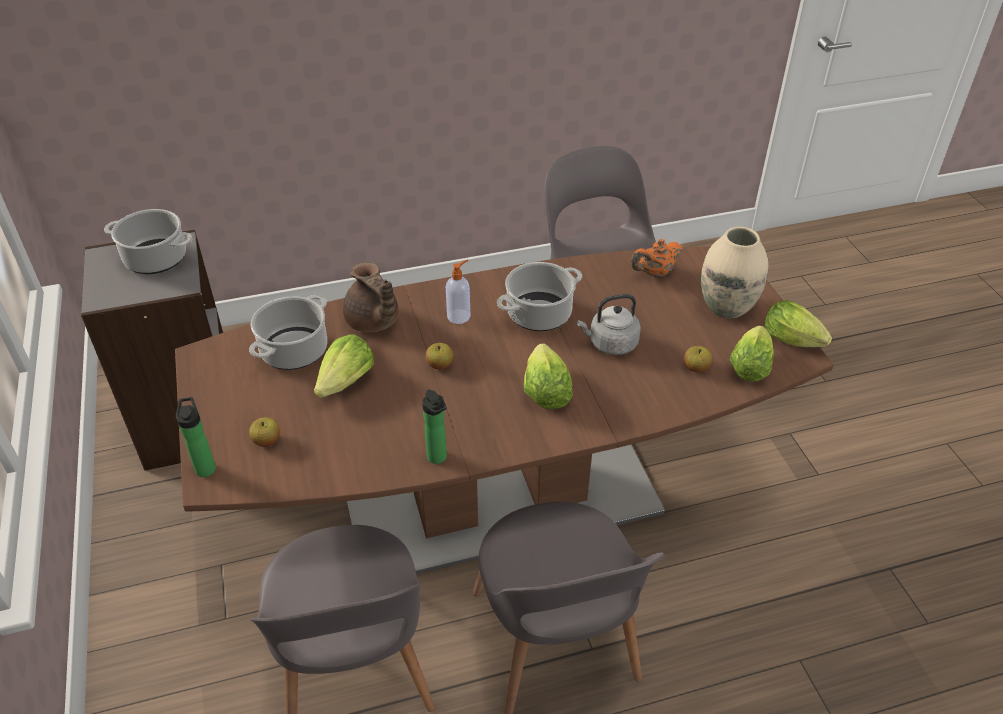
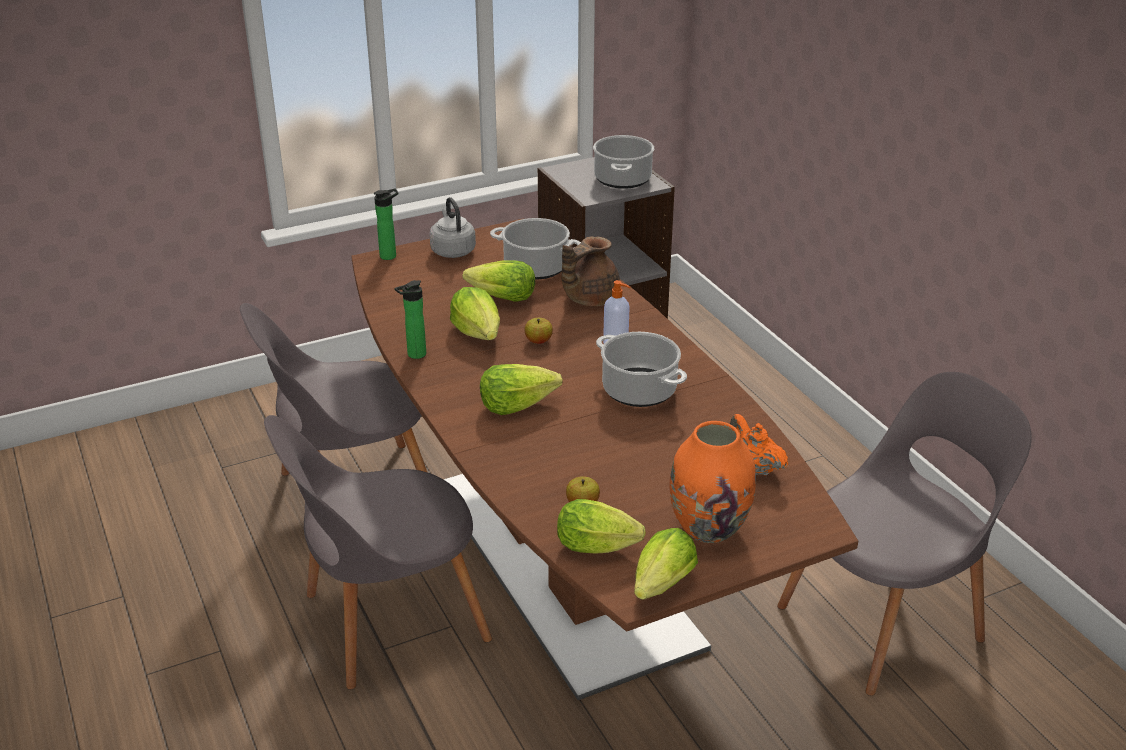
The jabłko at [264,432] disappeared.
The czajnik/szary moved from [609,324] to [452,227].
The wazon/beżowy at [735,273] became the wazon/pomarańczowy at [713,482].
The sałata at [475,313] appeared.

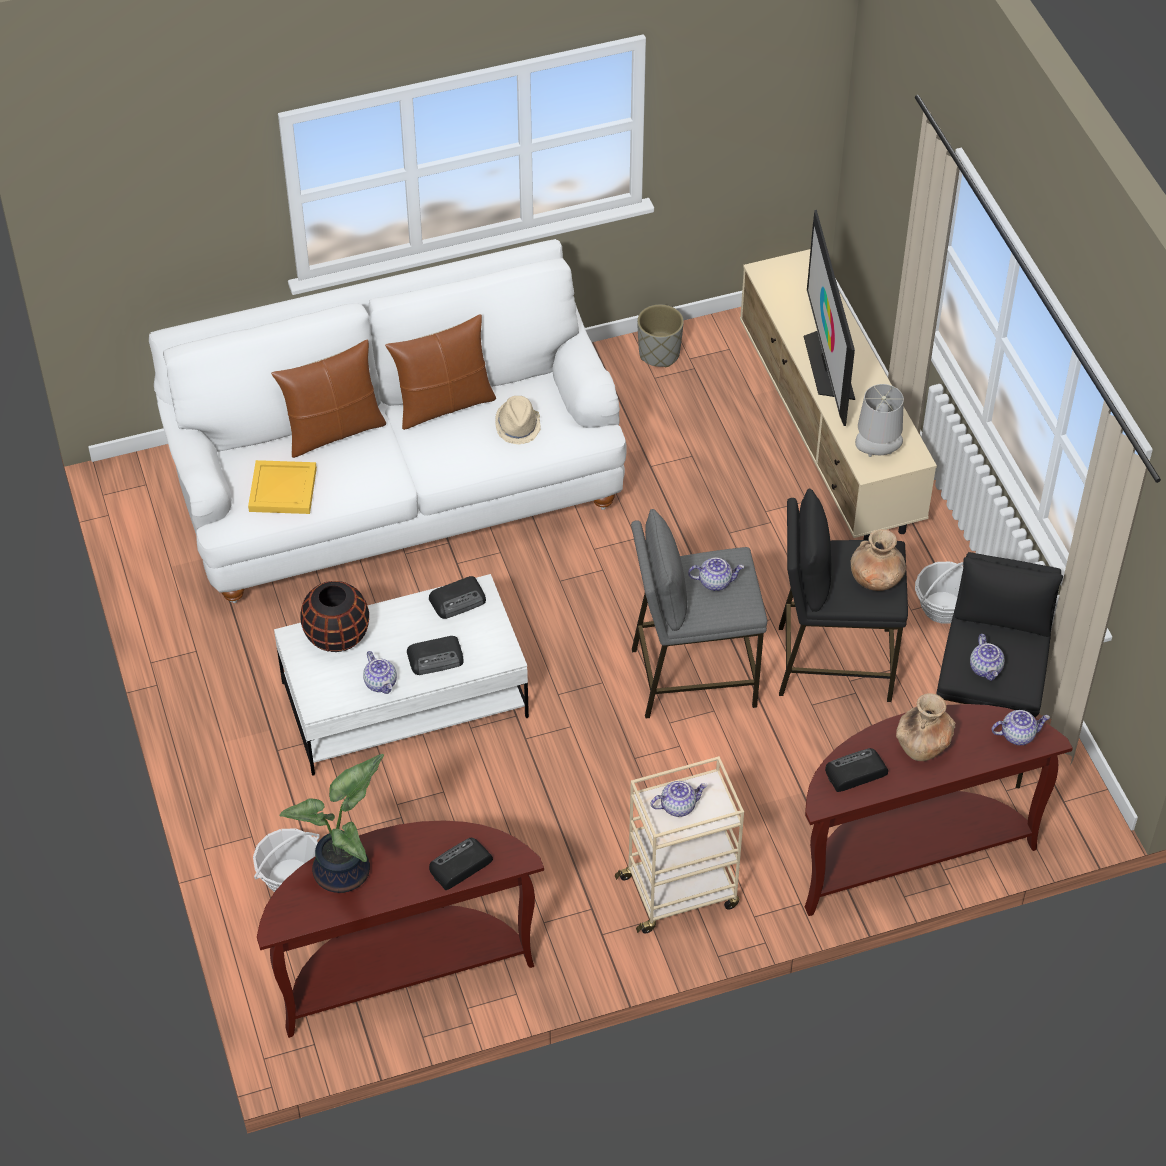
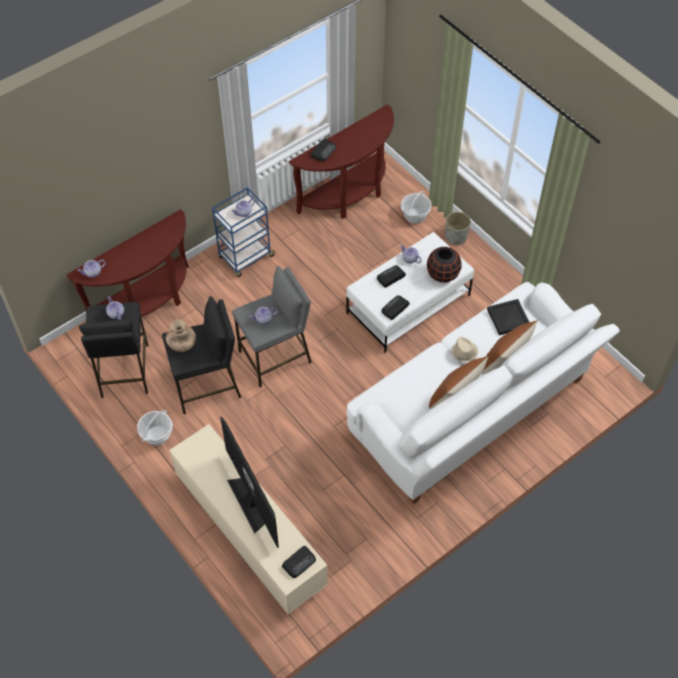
The taca/żółty at [282,487] became the taca/czarny at [508,317].
The roślina doniczkowa at [331,823] disappeared.
The kapelusz/beżowy moved from [518,420] to [464,349].
The wózek/beżowy at [679,845] became the wózek/niebieski at [243,232].
The donica/szary moved from [660,336] to [458,228].
The radio moved from [856,770] to [299,562].
The lampa stołowa/szary at [879,420] disappeared.
The wazon/brązowy at [925,727] disappeared.

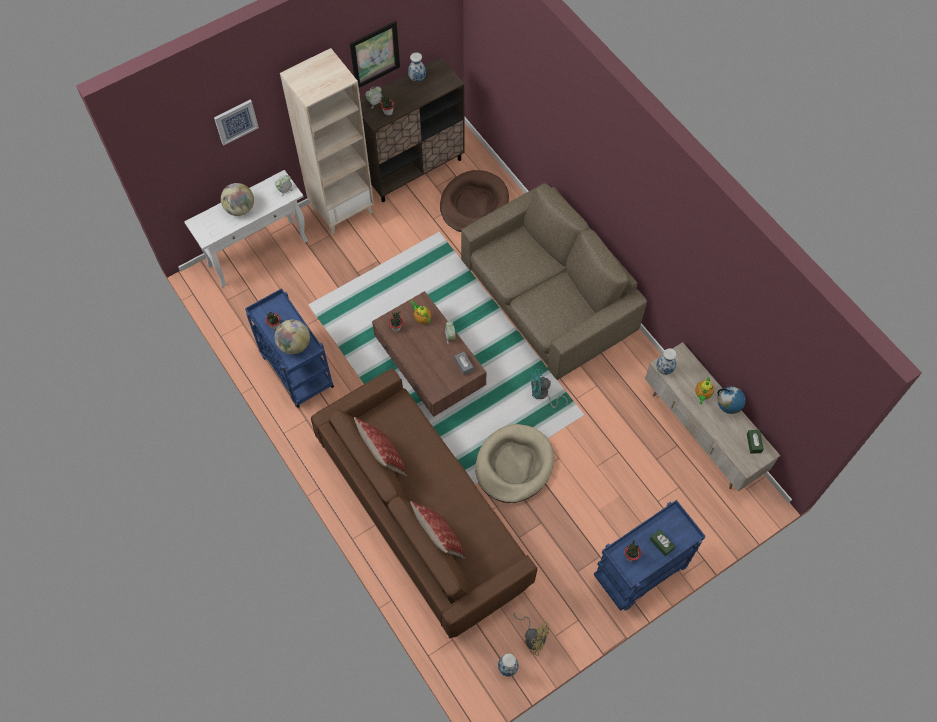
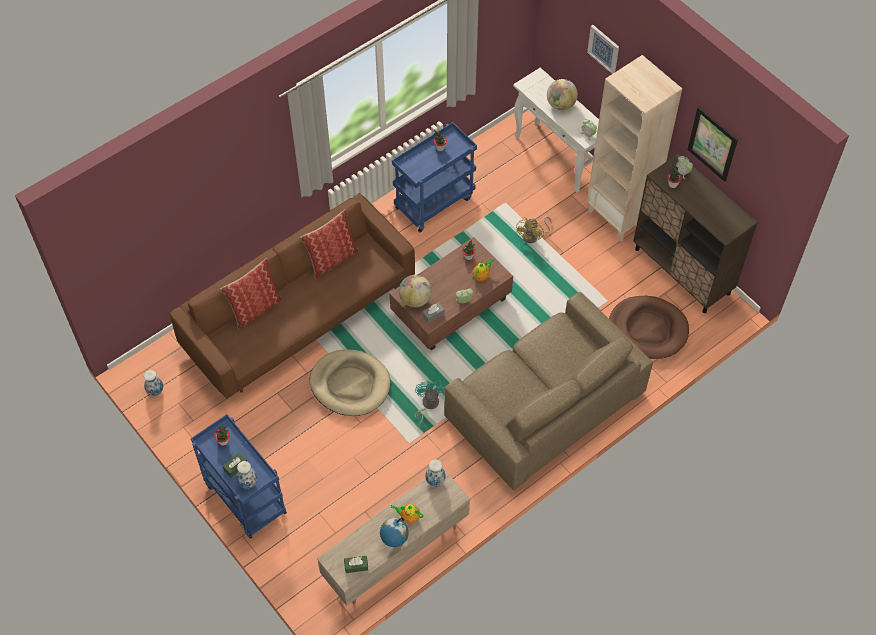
The globus moved from [292,337] to [415,291].
The wazon moved from [417,67] to [246,475].
The wentylator/żółty moved from [531,634] to [534,230].

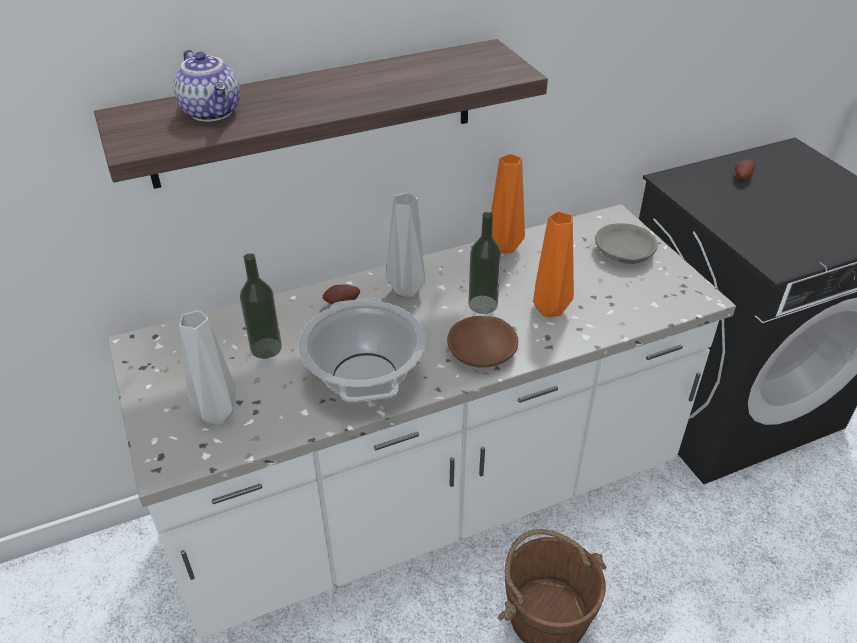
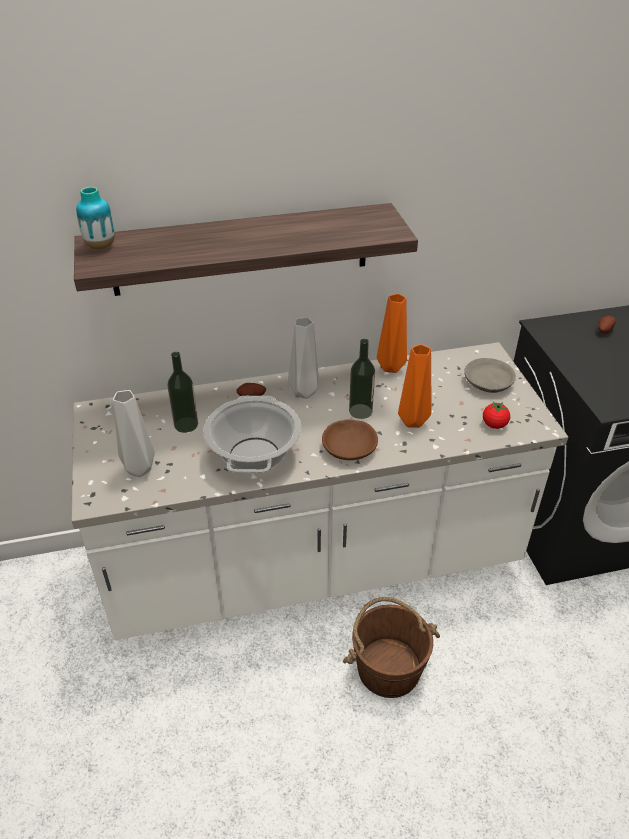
The imbryk at [206,86] disappeared.
The wazon at [95,218] appeared.
The pomidor at [496,415] appeared.

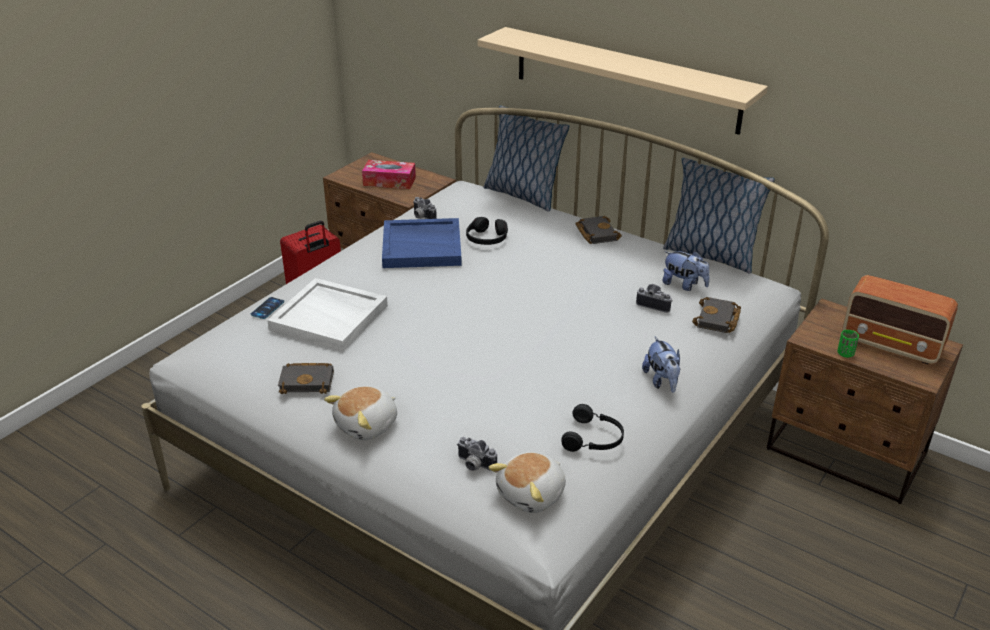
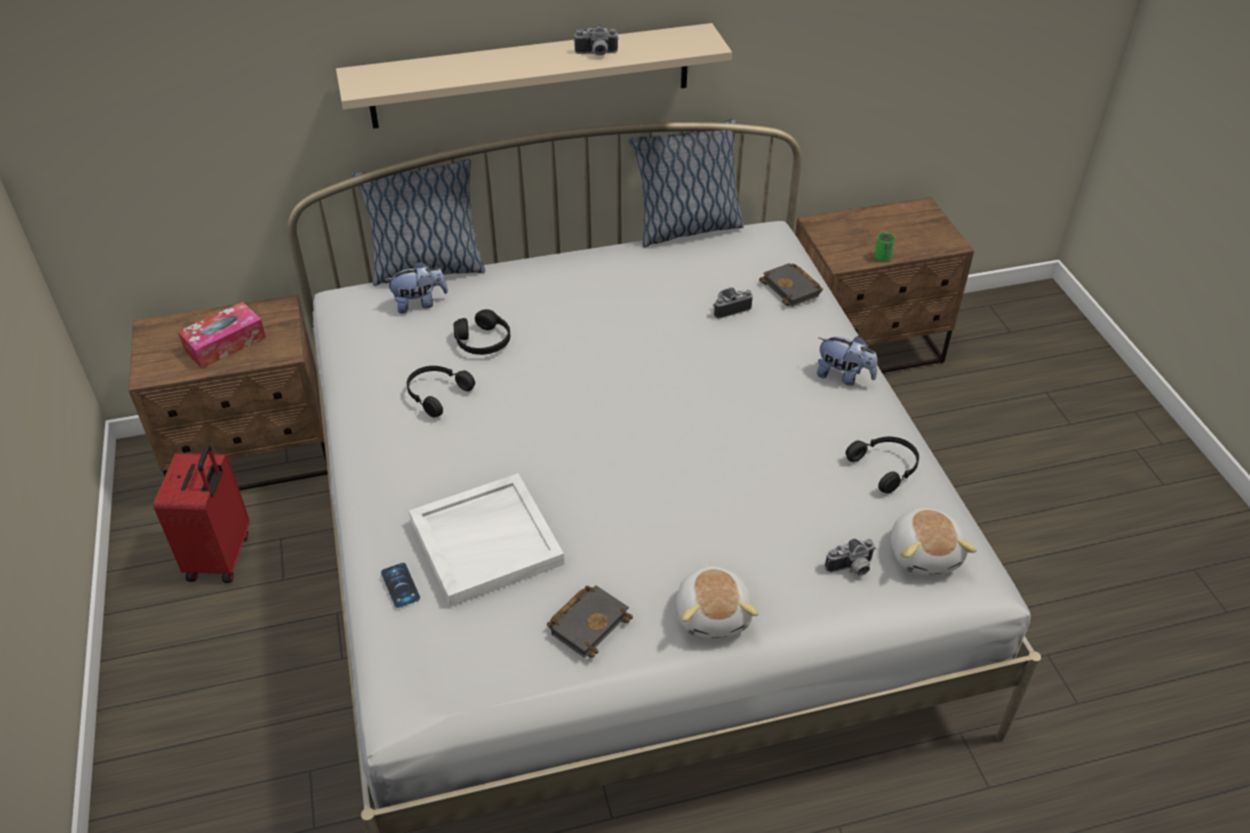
The taca/niebieski at [422,243] was replaced by the słuchawki/czarny at [441,392].
The aparat fotograficzny moved from [425,208] to [596,40].
The książka/czarny at [598,230] disappeared.
The pluszak moved from [686,271] to [416,287].
The radio at [900,319] disappeared.

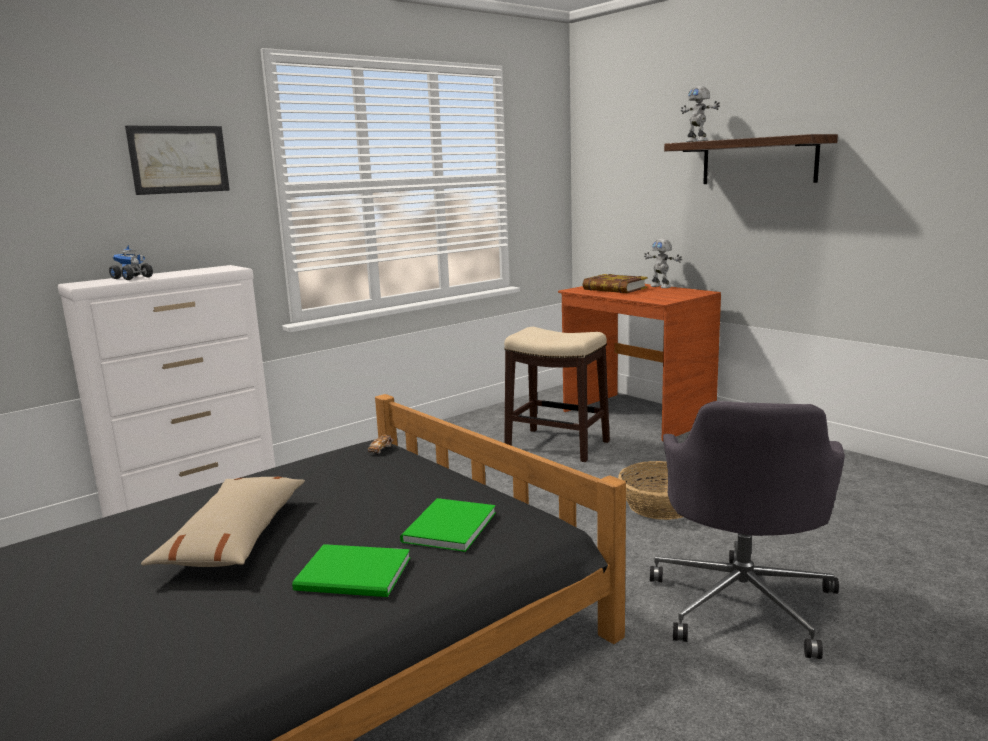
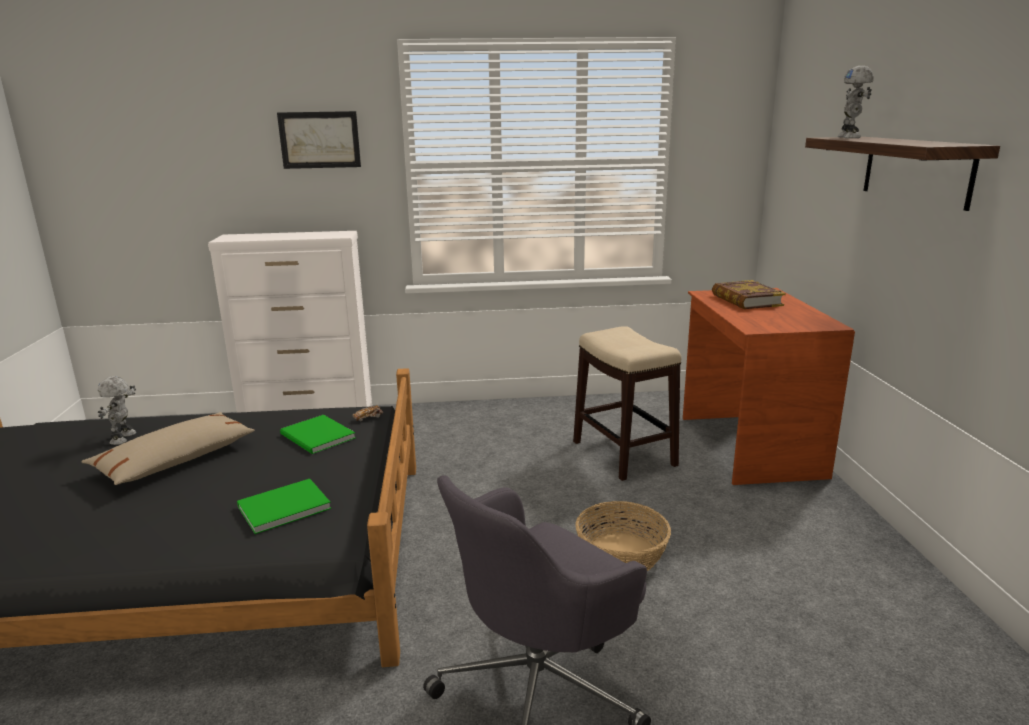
The ciężarówka zabawkowa at [131,262] disappeared.
The książka/zielony moved from [351,570] to [318,434].
The robot zabawkowy moved from [663,263] to [117,410].

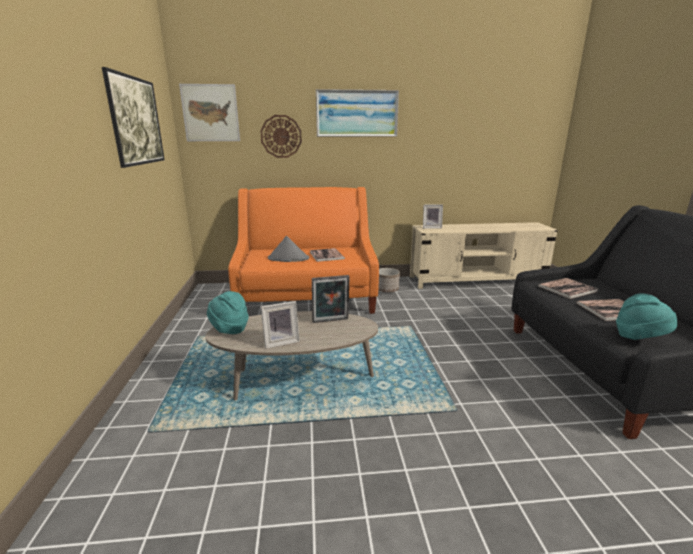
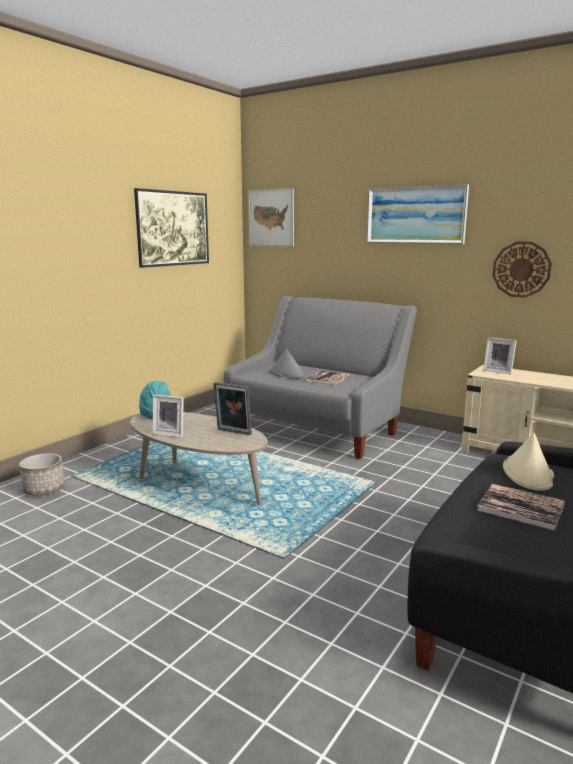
The kanapa/pomarańczowy at [303,250] became the kanapa/szary at [320,377].
The zegar ścienny moved from [281,136] to [522,270].
The donica moved from [389,280] to [42,474].
The książka at [568,288] was replaced by the kapelusz/beżowy at [528,462].
The kapelusz/turkusowy at [647,316] disappeared.

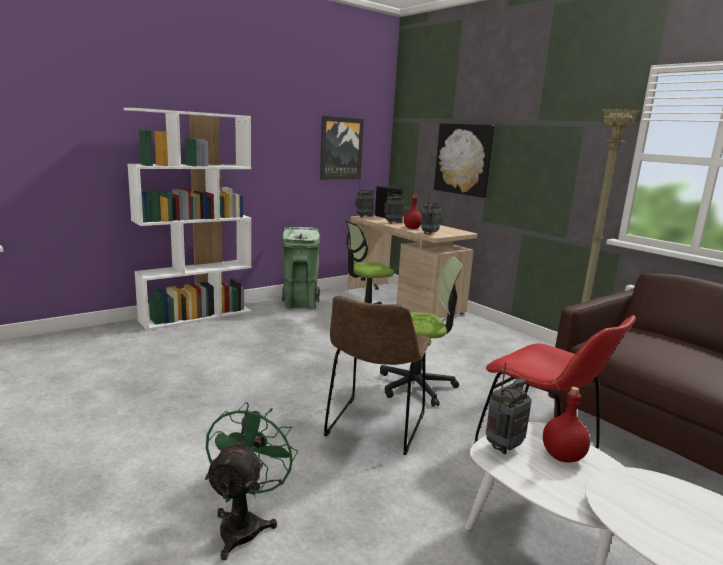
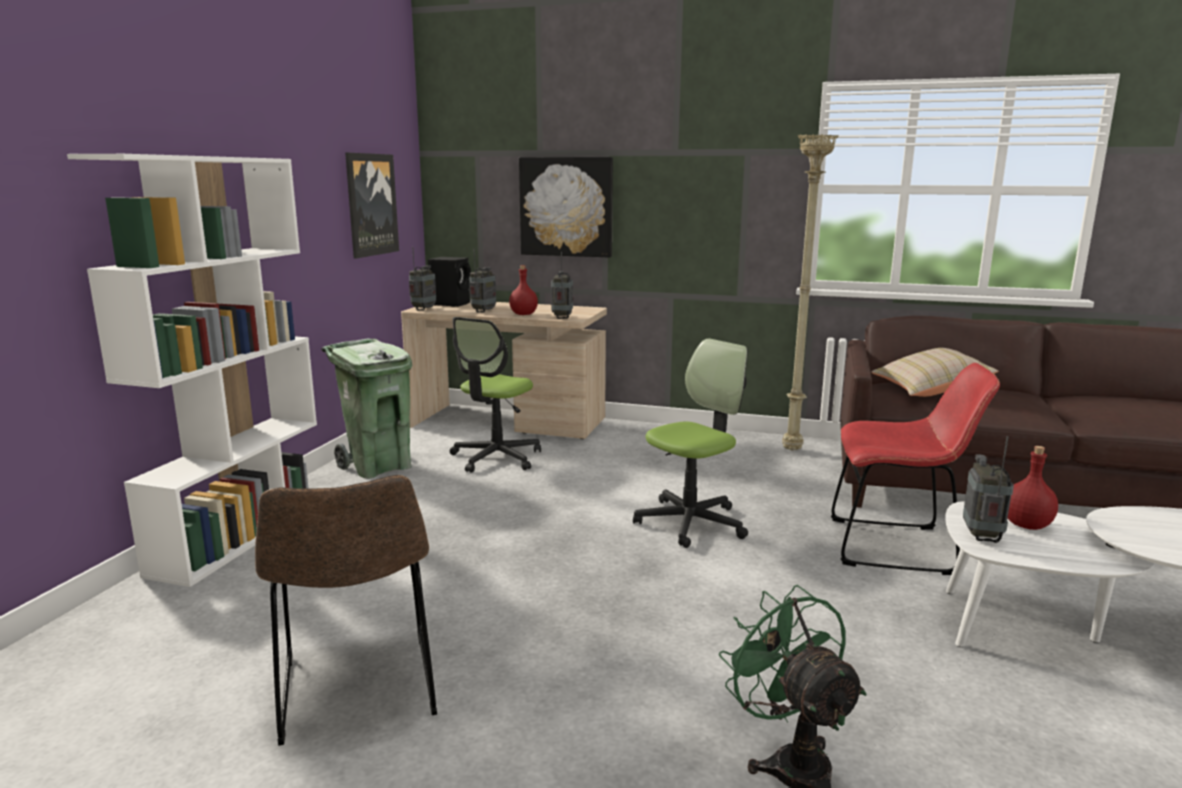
The krzesło/brązowy moved from [378,375] to [346,610].
The poduszka/beżowy at [935,372] appeared.

